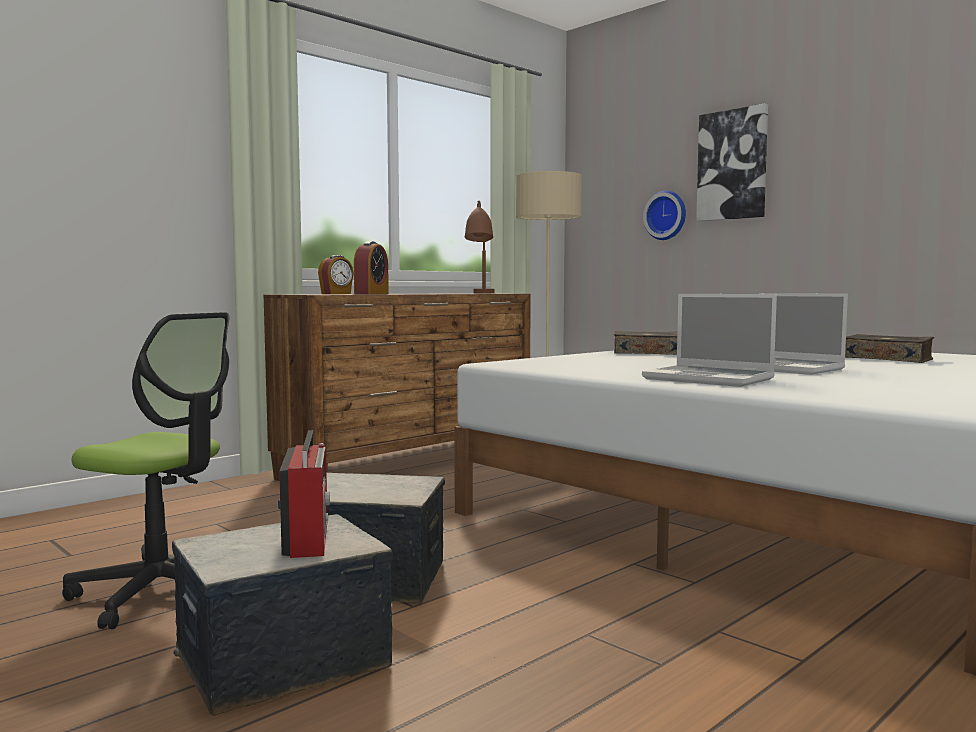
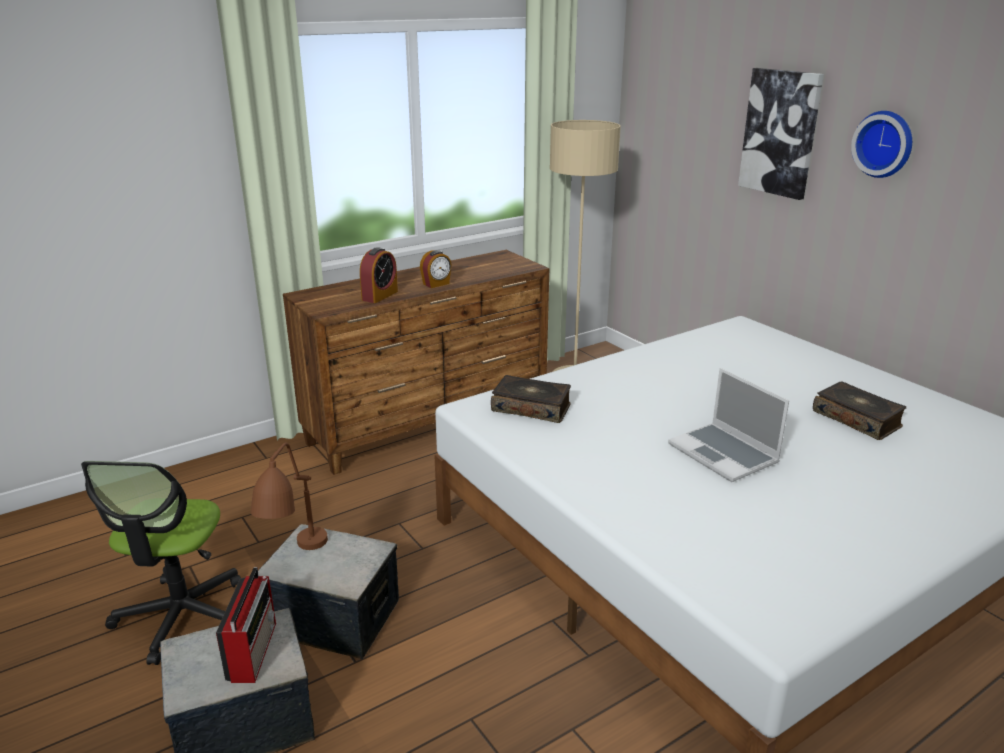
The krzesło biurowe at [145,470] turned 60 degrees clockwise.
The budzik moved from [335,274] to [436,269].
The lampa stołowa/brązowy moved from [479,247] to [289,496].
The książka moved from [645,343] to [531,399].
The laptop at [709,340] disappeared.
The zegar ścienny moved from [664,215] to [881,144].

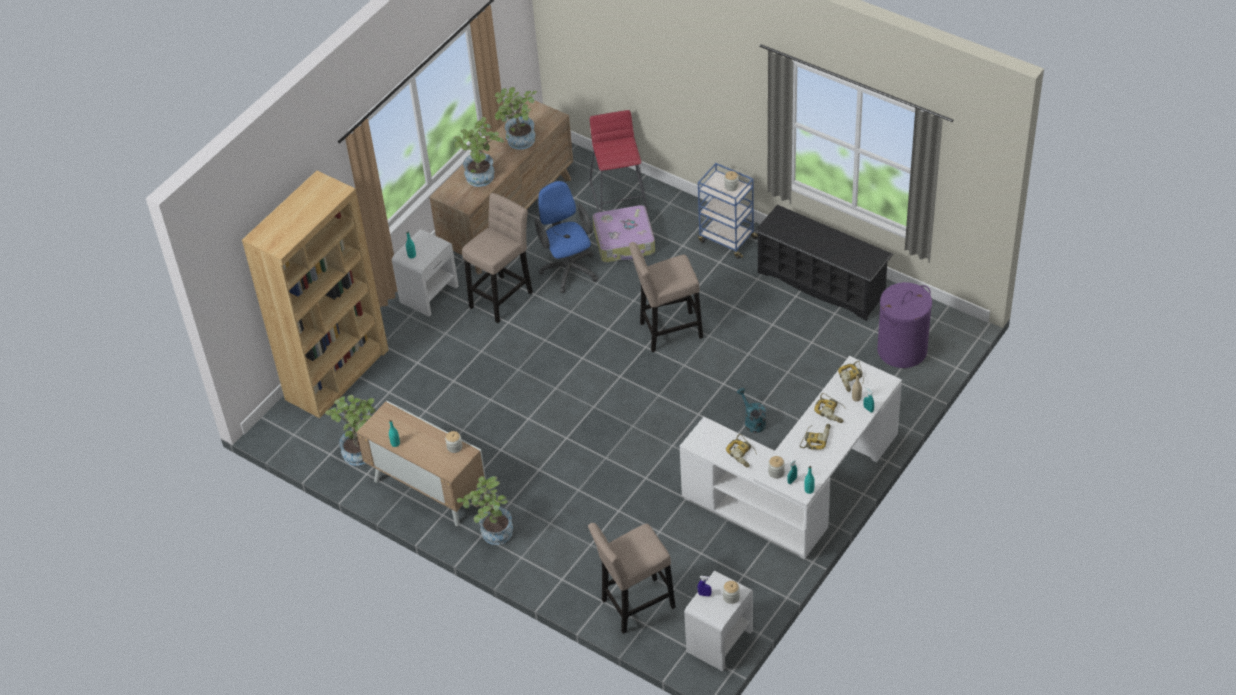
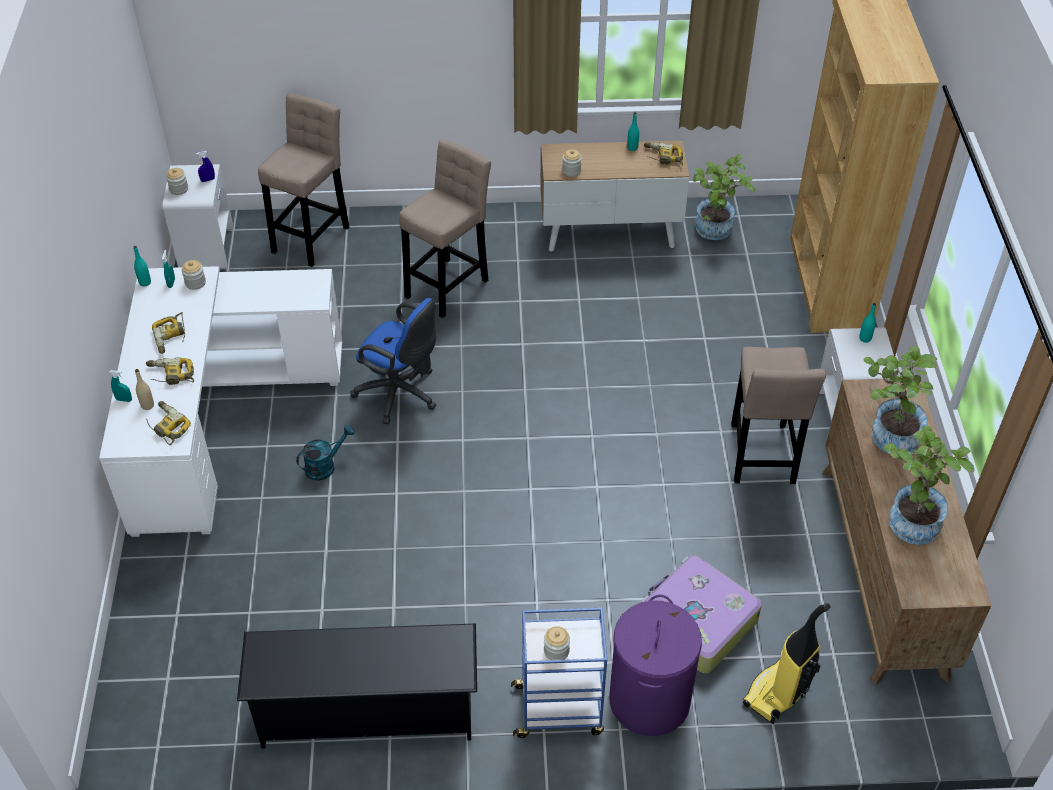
The roślina doniczkowa at [485,510] disappeared.
The krzesło biurowe/niebieski moved from [566,236] to [393,361].
The stołek/czerwony at [619,161] was replaced by the odkurzacz at [786,663].
The stołek/beżowy moved from [666,297] to [445,228].
The wiertarka moved from [741,450] to [663,153].
The konewka/turkusowy at [751,410] turned 60 degrees counterclockwise.
The kosz na pranie/fioletowy moved from [904,325] to [656,665].

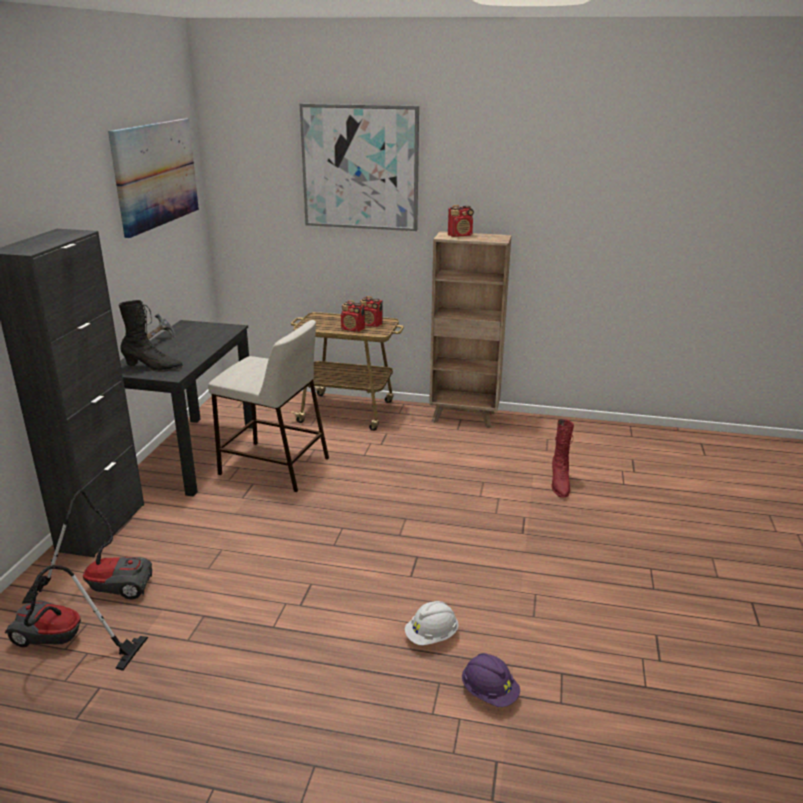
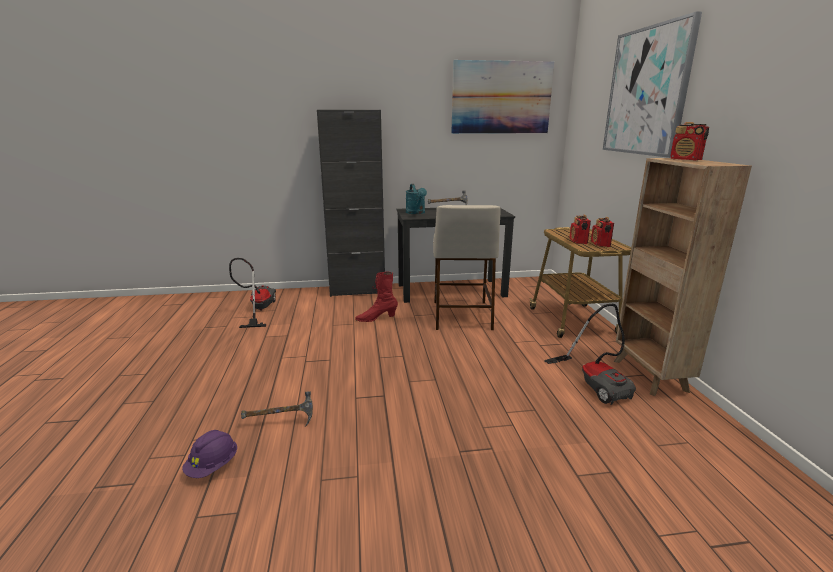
The odkurzacz moved from [87,546] to [590,354].
The but z cholewką/czarny at [151,336] was replaced by the konewka/turkusowy at [416,199].
The kask/biały at [432,623] was replaced by the młotek at [277,408].
The but z cholewką/czerwony moved from [562,458] to [376,297].

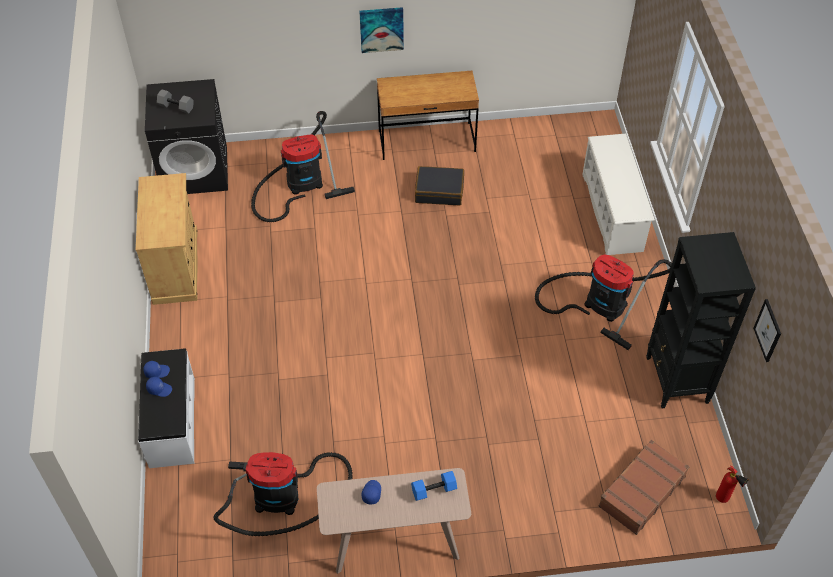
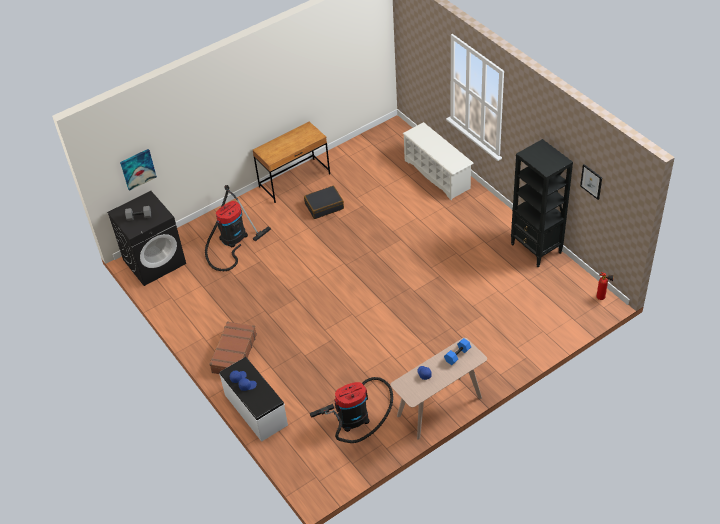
The szafka/beżowy at [166,239] disappeared.
The obraz moved from [381,30] to [138,170].
The odkurzacz at [603,302] disappeared.
The walizka/brązowy moved from [644,487] to [233,347].

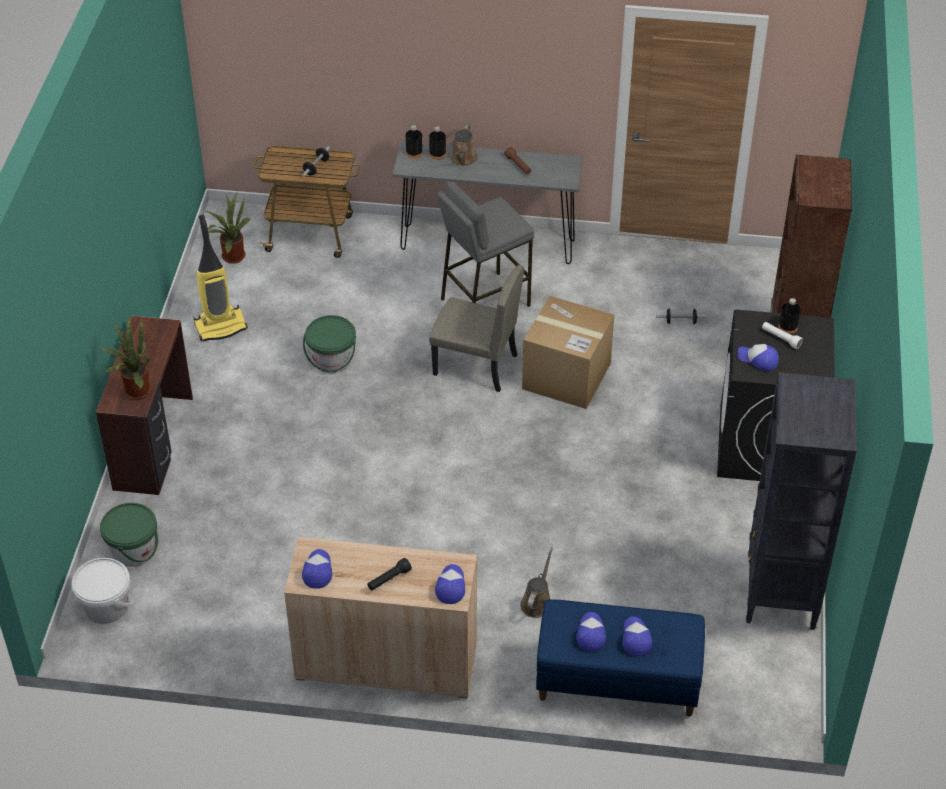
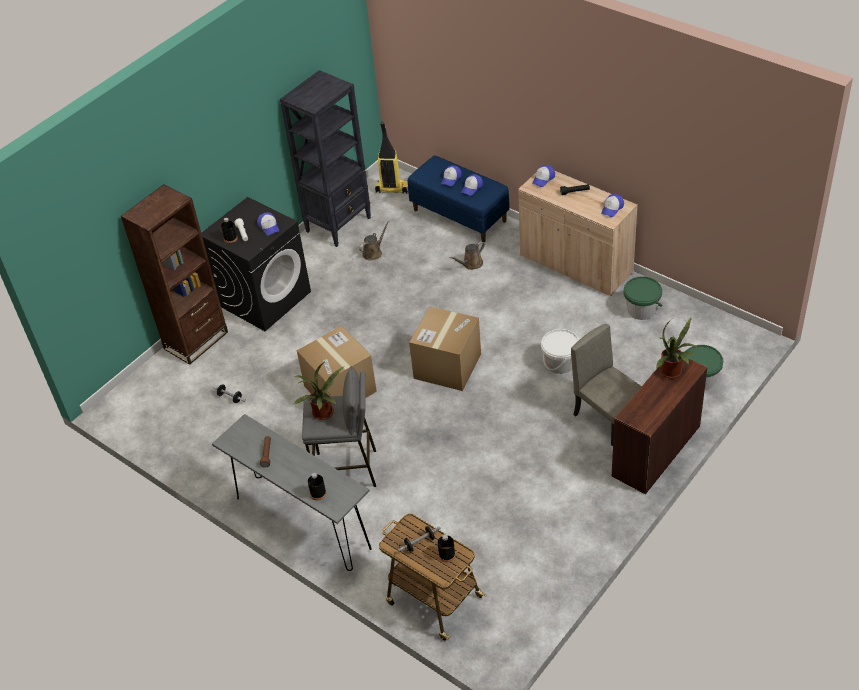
The wiadro/biały moved from [102,591] to [560,351].
The odkurzacz moved from [221,278] to [391,157].
The roślina doniczkowa moved from [228,228] to [319,391].
The wiadro/zielony moved from [329,344] to [643,298].
The butelka/czarny moved from [414,141] to [446,548].
The krzesło/beżowy moved from [476,328] to [606,385].
The konewka/brązowy moved from [464,145] to [374,241].
The karton at [445,348] appeared.

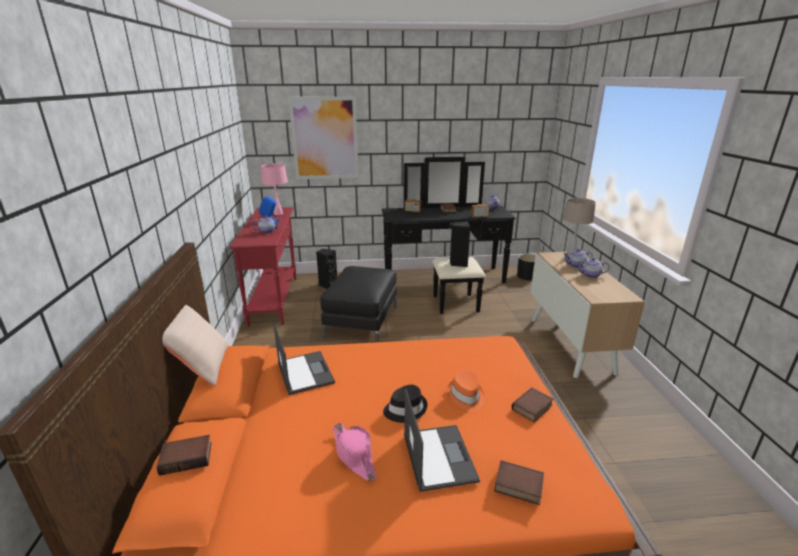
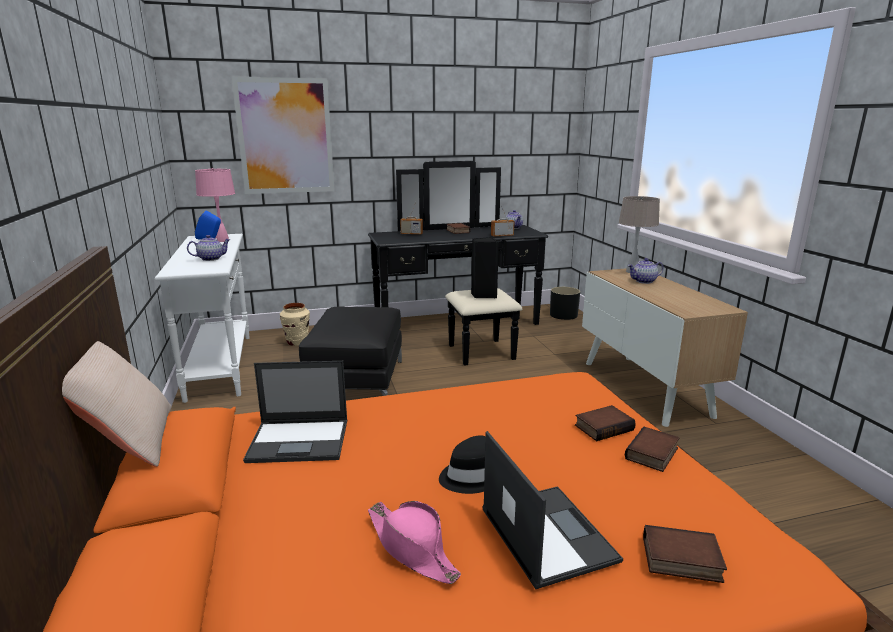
The książka moved from [184,455] to [605,423].
The stolik konsolowy/czerwony at [262,267] became the stolik konsolowy/biały at [202,318].
The laptop at [304,359] turned 120 degrees clockwise.
The głośnik/czarny at [326,269] was replaced by the wazon/beżowy at [295,324].
The kapelusz/pomarańczowy at [465,390] disappeared.
The imbryk at [593,268] disappeared.

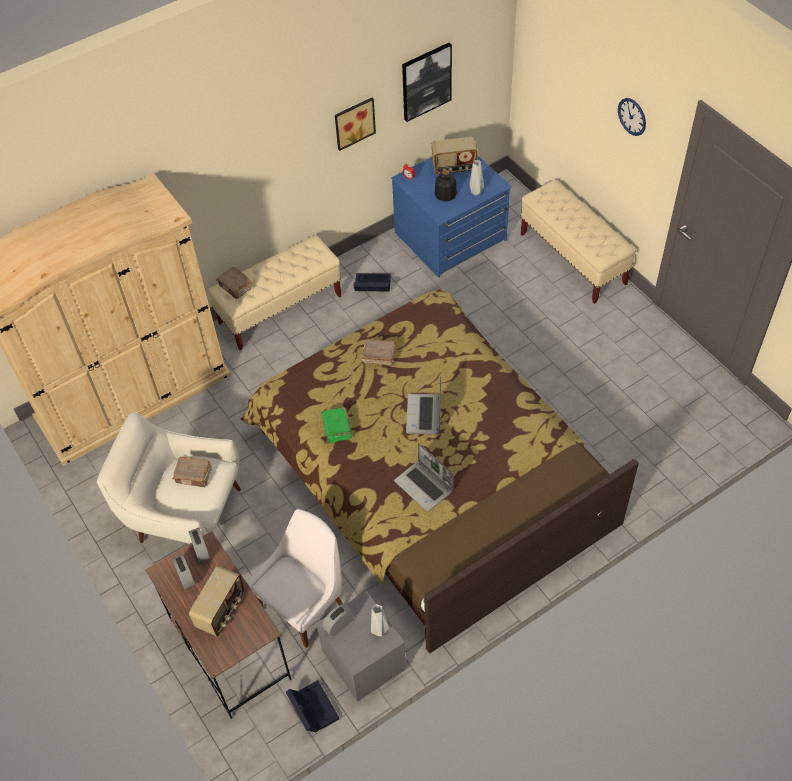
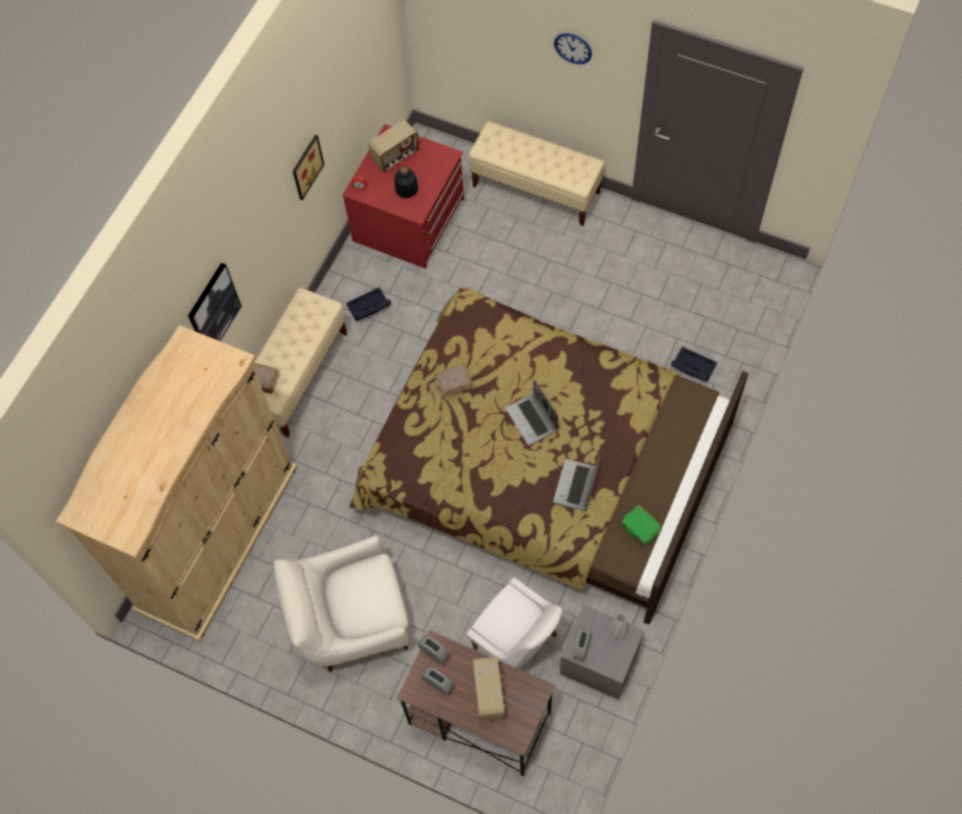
The książka/brązowy at [192,472] disappeared.
The krzesło/biały at [294,578] turned 120 degrees clockwise.
The pojemnik do przechowywania/czarny moved from [312,706] to [694,364].
The książka/zielony moved from [336,425] to [641,526].
The komoda/niebieski at [451,216] became the komoda/czerwony at [403,196].
The laptop at [423,477] turned 90 degrees clockwise.
The obraz moved from [427,82] to [214,302].
The wazon/szary at [477,178] disappeared.

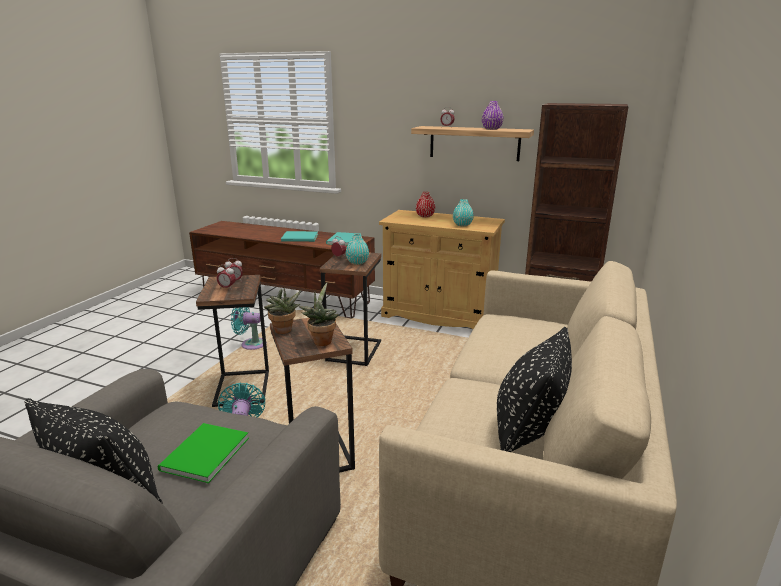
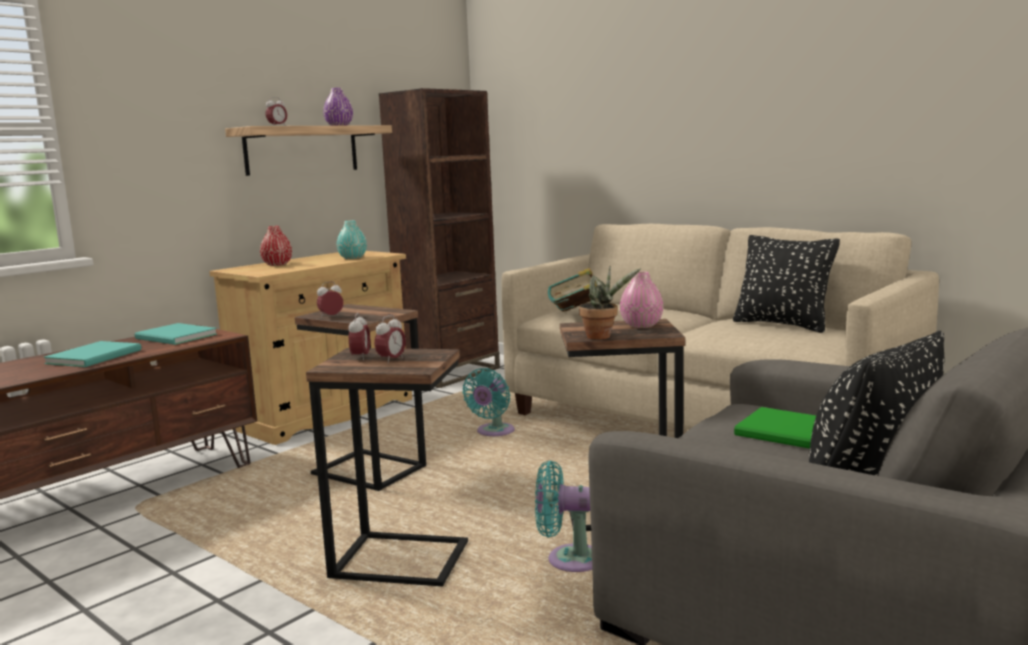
The wentylator/turkusowy moved from [249,328] to [489,402].
The roślina doniczkowa at [319,314] was replaced by the wazon/różowy at [642,299].
The wazon/turkusowy at [357,249] disappeared.
The książka at [572,289] appeared.

